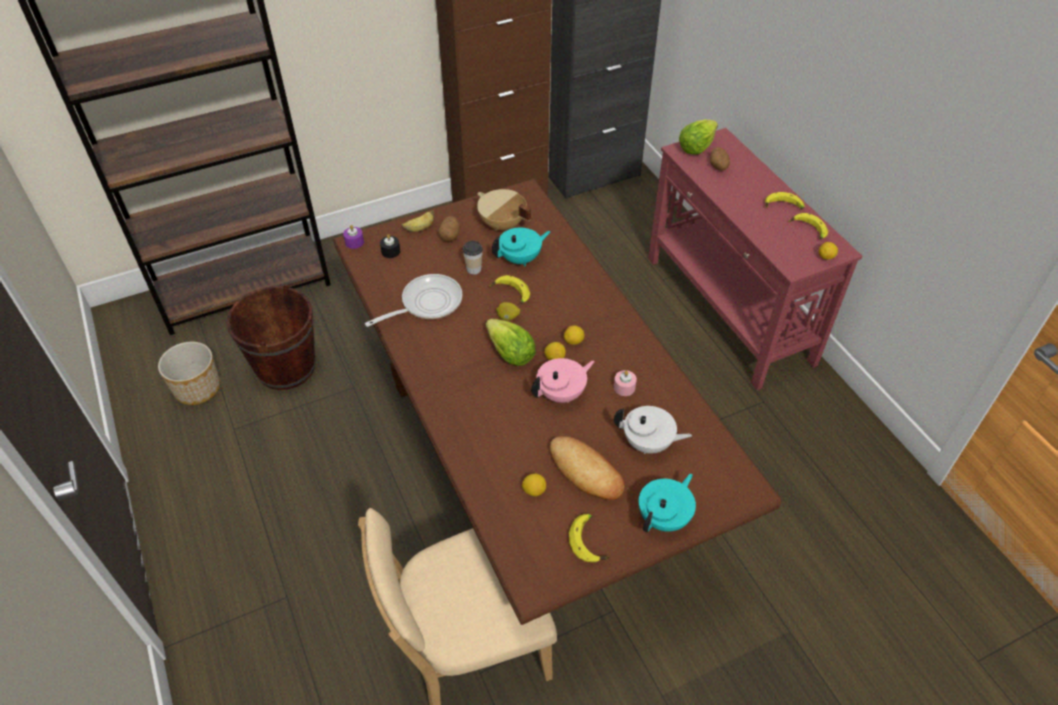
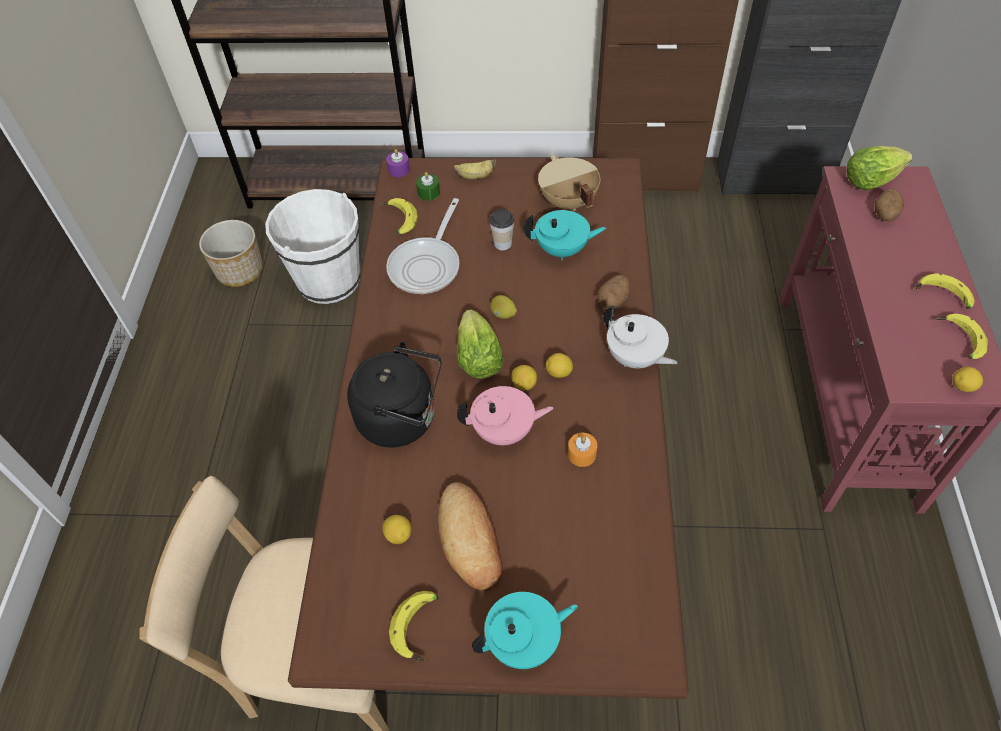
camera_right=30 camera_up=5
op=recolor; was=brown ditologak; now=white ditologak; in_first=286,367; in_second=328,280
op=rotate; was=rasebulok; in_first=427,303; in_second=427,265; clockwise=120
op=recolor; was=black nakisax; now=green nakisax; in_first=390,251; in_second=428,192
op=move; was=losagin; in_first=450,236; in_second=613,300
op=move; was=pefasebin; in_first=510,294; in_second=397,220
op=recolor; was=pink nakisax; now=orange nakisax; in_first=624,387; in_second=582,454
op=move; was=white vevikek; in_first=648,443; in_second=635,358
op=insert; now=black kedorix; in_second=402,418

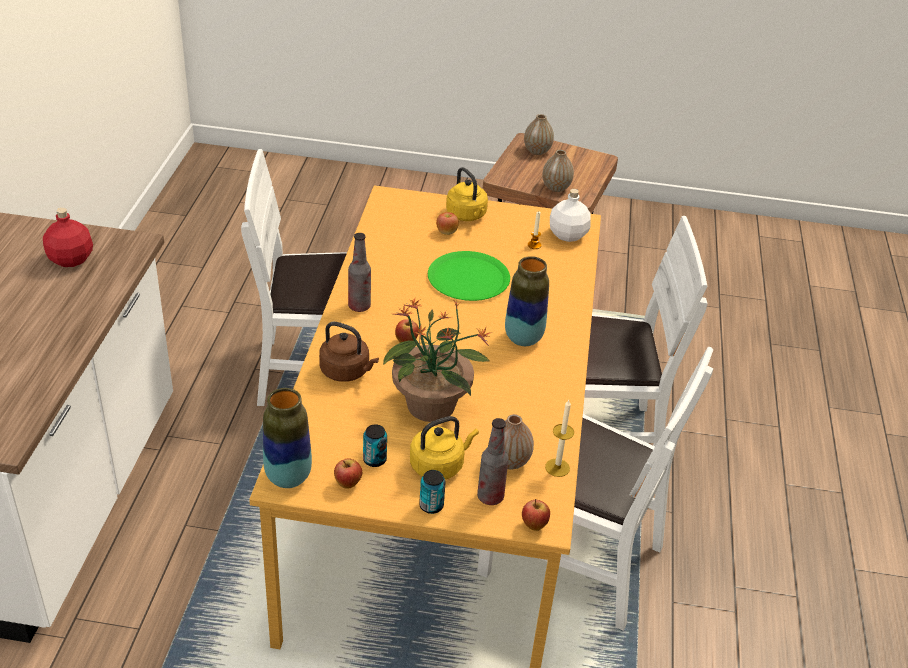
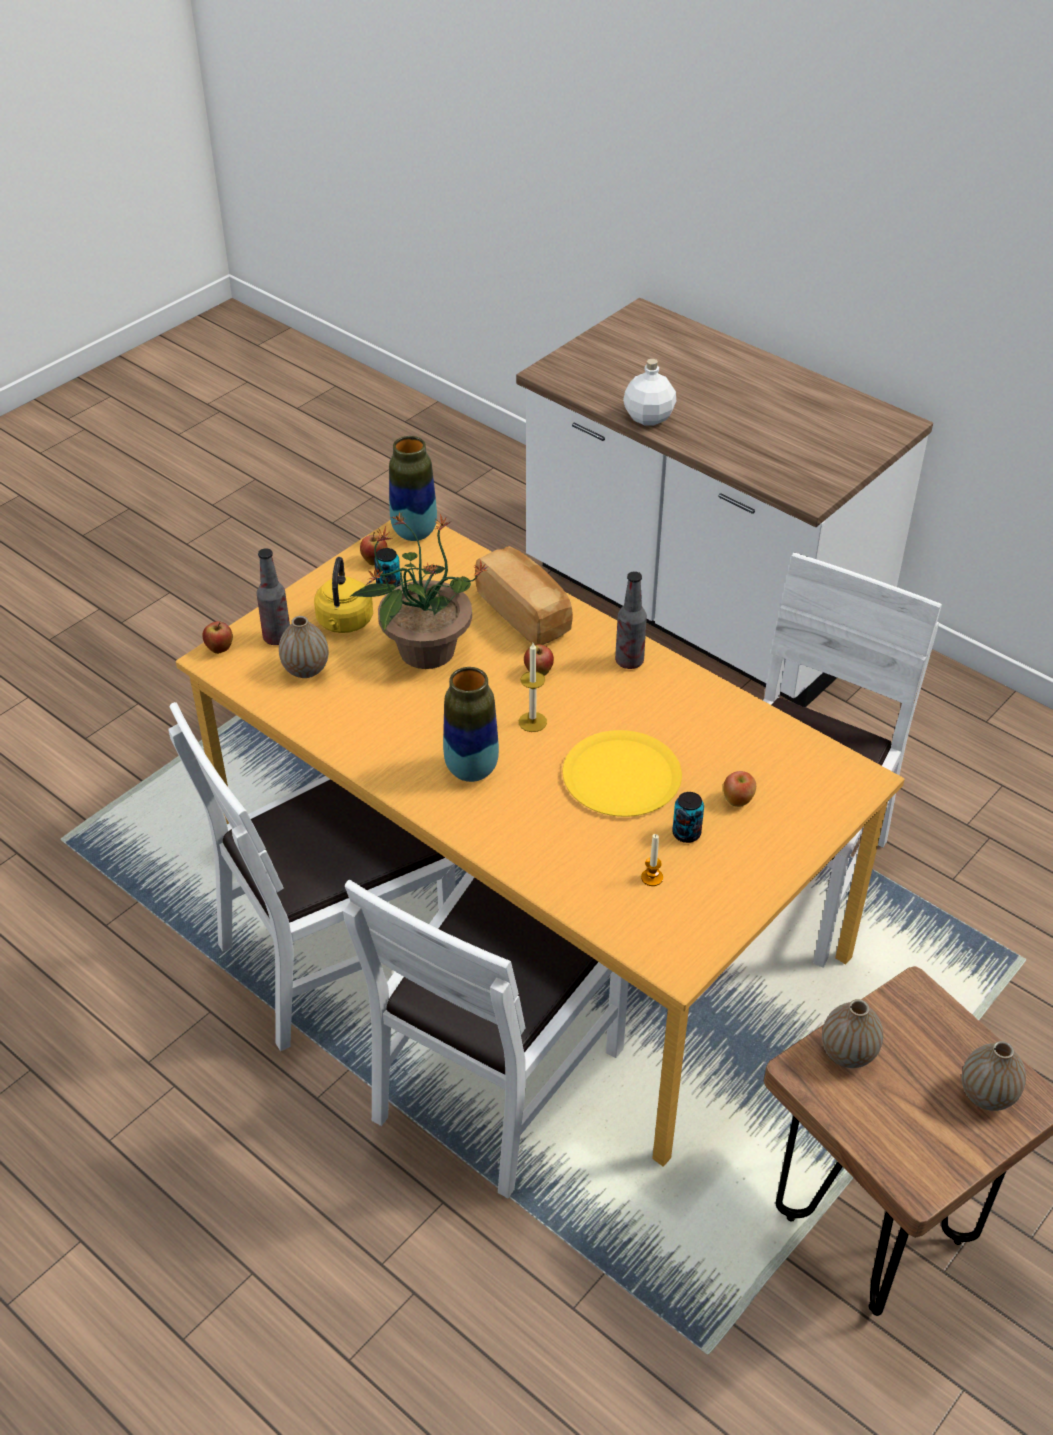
camera_right=125 camera_up=5
op=delete; was=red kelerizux; in_first=71,259
op=replace; was=brown kedorix; now=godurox; in_first=347,372; in_second=525,613
op=move; was=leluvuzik; in_first=431,506; in_second=686,833
op=recolor; was=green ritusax; now=yellow ritusax; in_first=468,278; in_second=621,776
op=delete; was=yellow kedorix; in_first=467,215
op=move; was=nakisax; in_first=557,467; in_second=532,722
op=move; was=white kelerizux; in_first=567,235; in_second=649,417

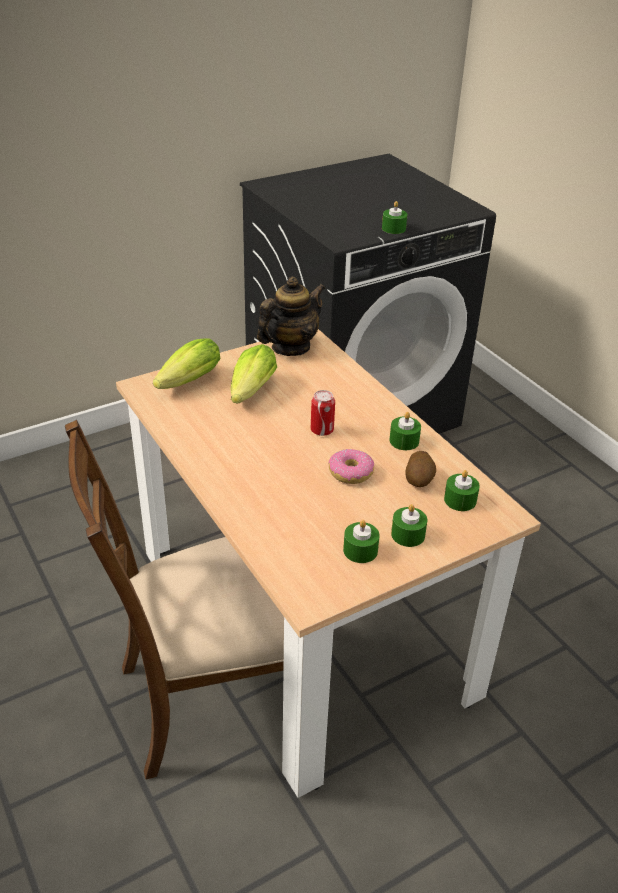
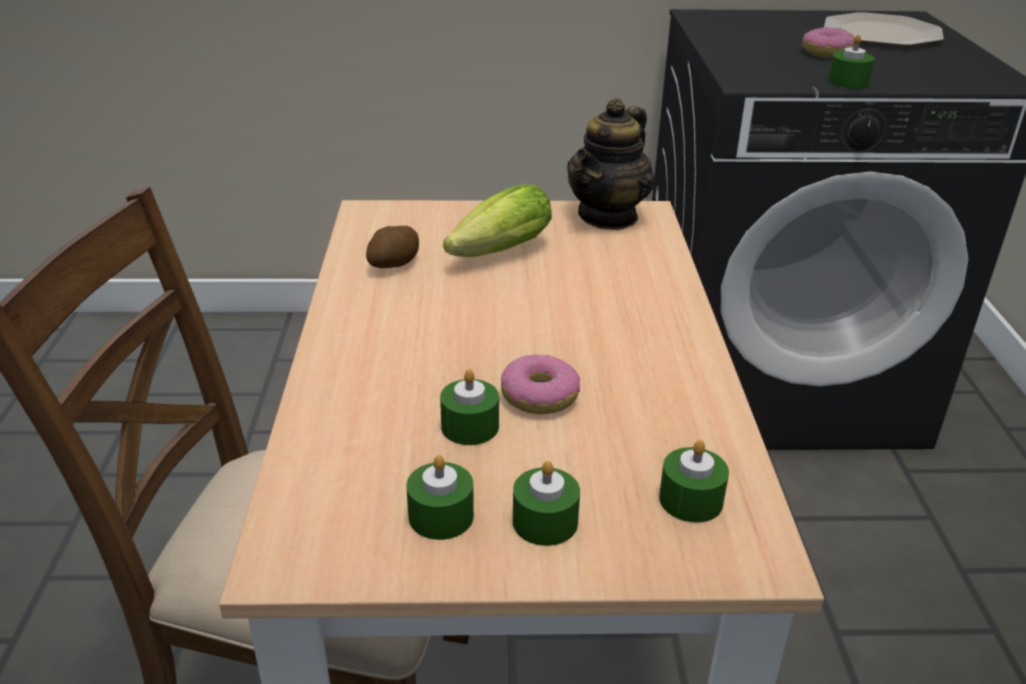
camera_right=30 camera_up=-5
op=delete; was=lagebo; in_first=186,383
op=rotate; was=vevikek; in_first=290,347; in_second=608,216; clockwise=135
op=delete; was=leluvuzik; in_first=322,430
op=move; was=green nakisax; in_first=404,441; in_second=470,426
op=move; was=losagin; in_first=419,480; in_second=393,265
op=insert; now=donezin; in_second=826,52
op=insert; now=ritusax; in_second=880,33

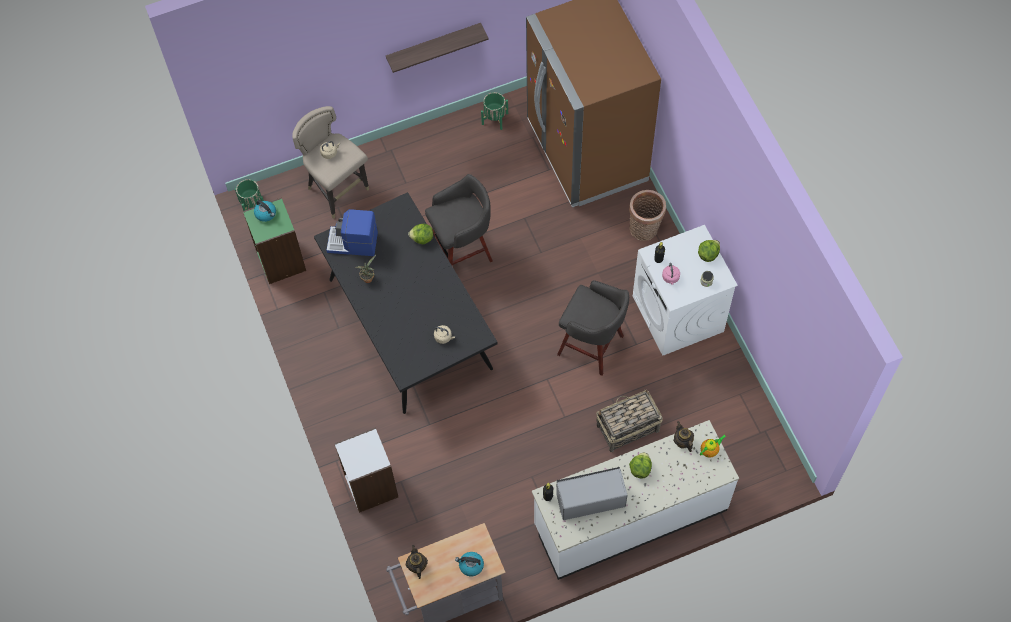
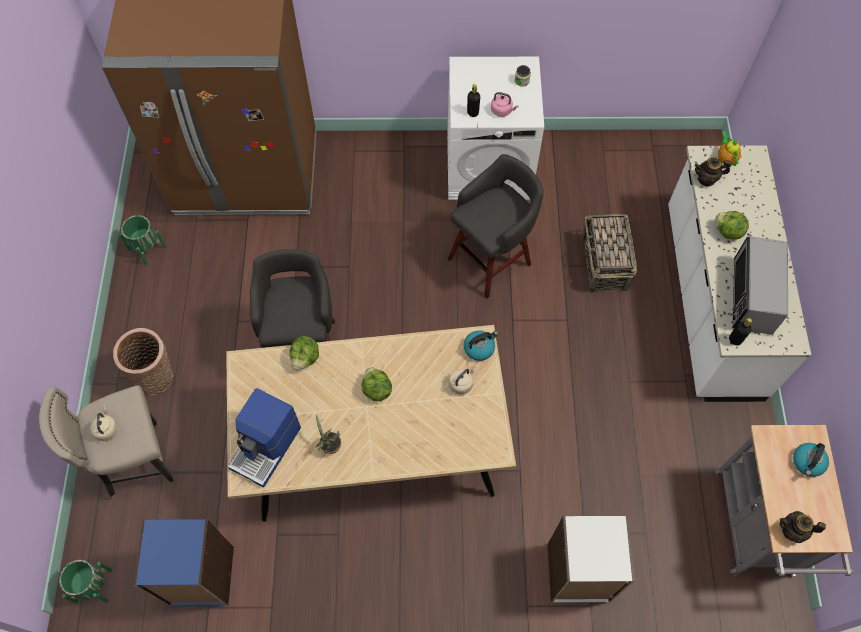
camera_right=-70 camera_up=0
op=recolor; was=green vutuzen; now=blue vutuzen; in_first=280,261; in_second=201,577
op=move; was=kedorix; in_first=266,214; in_second=479,348
op=recolor; was=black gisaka; now=beige gisaka; in_first=409,323; in_second=372,444
op=delete; was=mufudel; in_first=434,46
op=move; was=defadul; in_first=644,230; in_second=157,377
op=move; was=lagebo; in_first=708,254; in_second=376,390

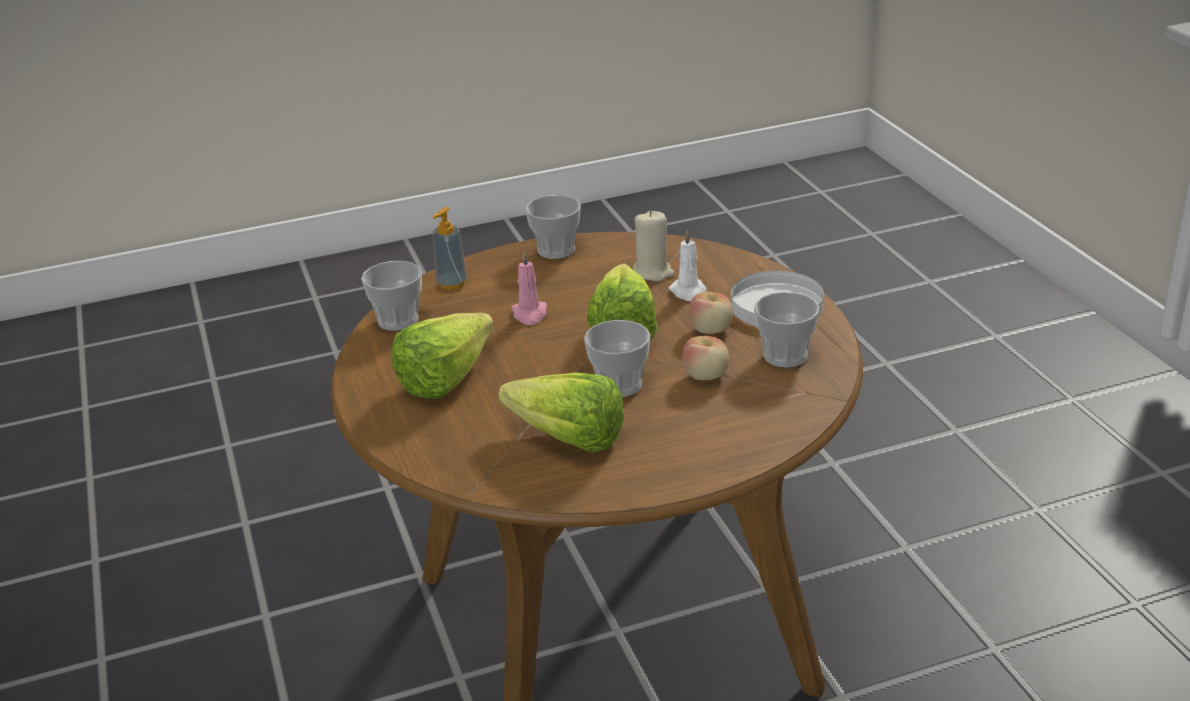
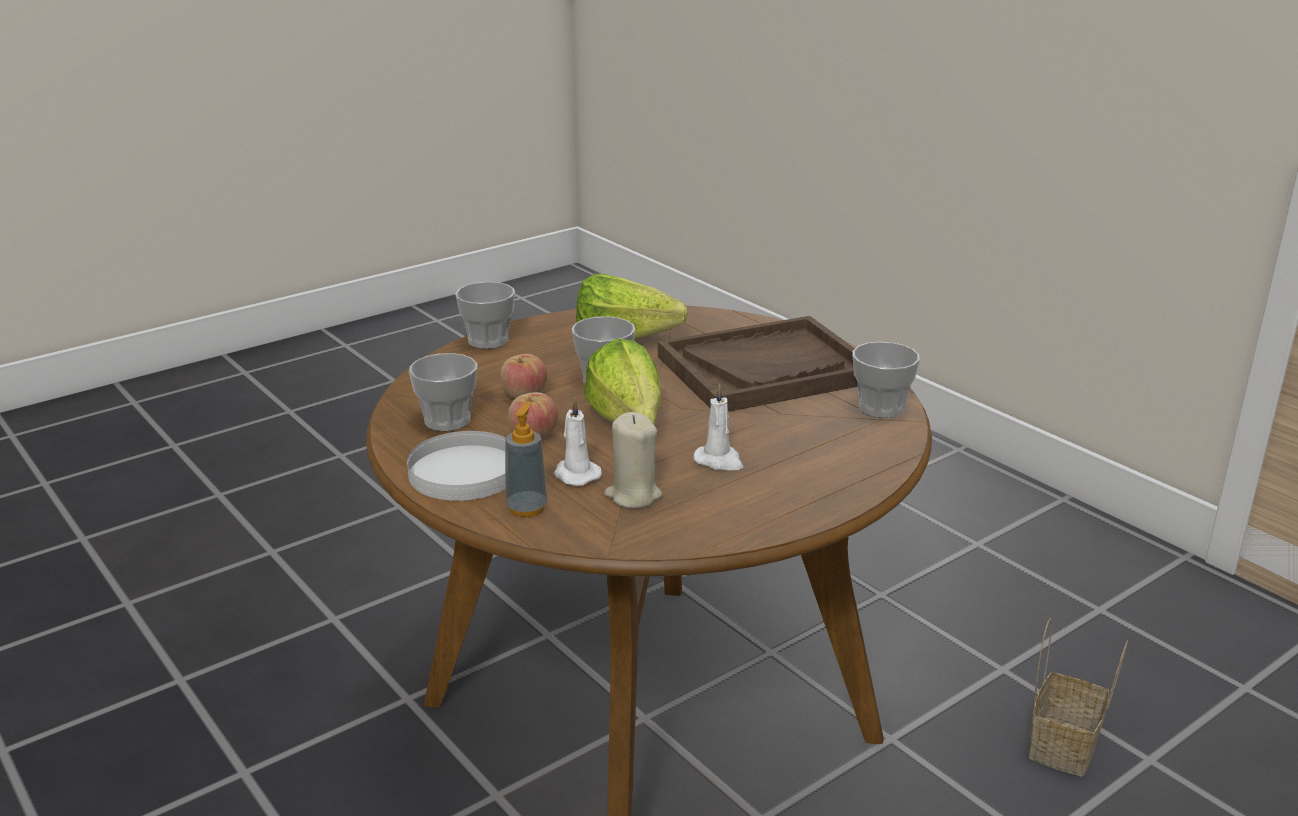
camera_right=160 camera_up=-5
op=replace; was=lagebo; now=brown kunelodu; in_first=454,377; in_second=766,369
op=move; was=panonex; in_first=452,283; in_second=527,508
op=delete; was=pink nakisax; in_first=530,314
op=move; was=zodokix; in_first=556,250; in_second=488,341
op=insert; now=white nakisax; in_second=719,461
op=insert; now=defadul; in_second=1064,748

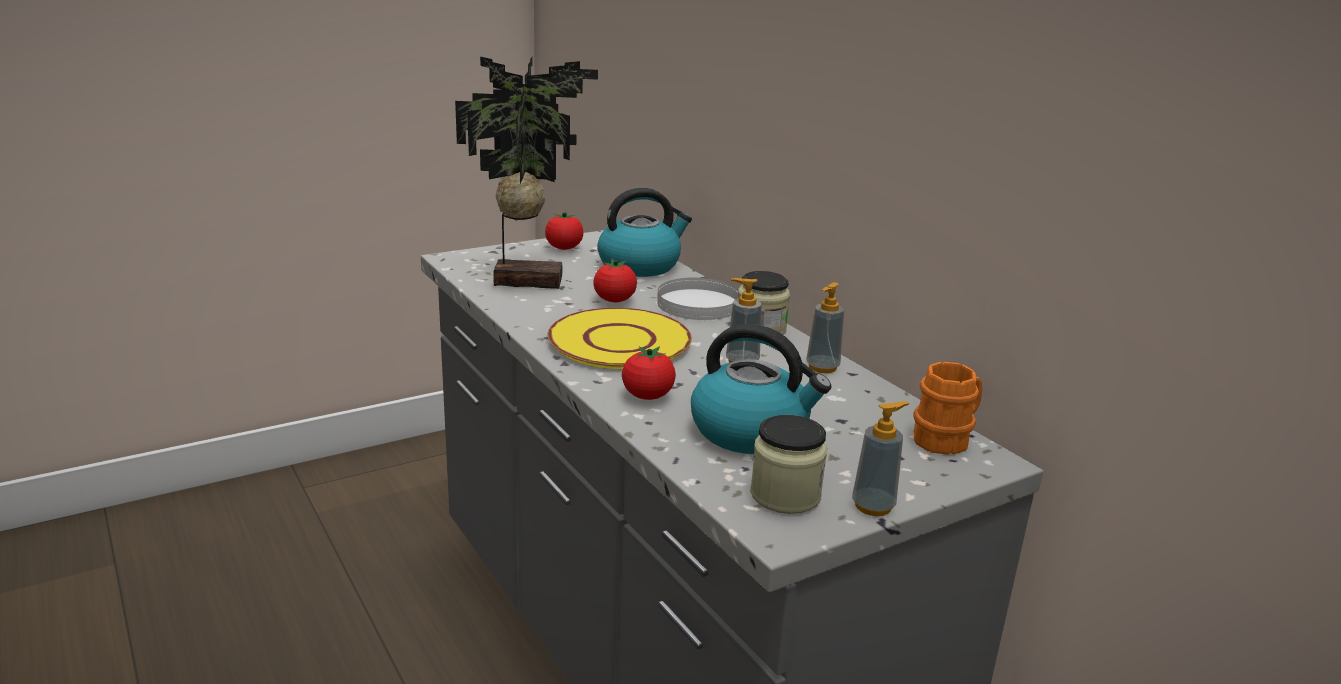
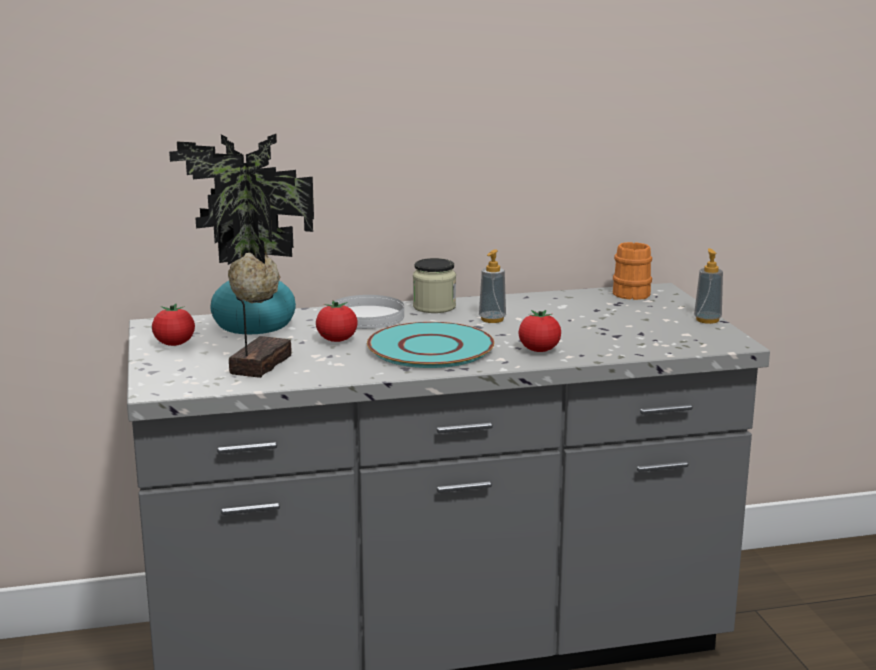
camera_right=-70 camera_up=-5
op=recolor; was=yellow ritusax; now=turquoise ritusax; in_first=620,341; in_second=430,347
op=delete; was=kedorix; in_first=751,431
op=delete; was=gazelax; in_first=785,495
op=delete; was=panonex; in_first=822,367

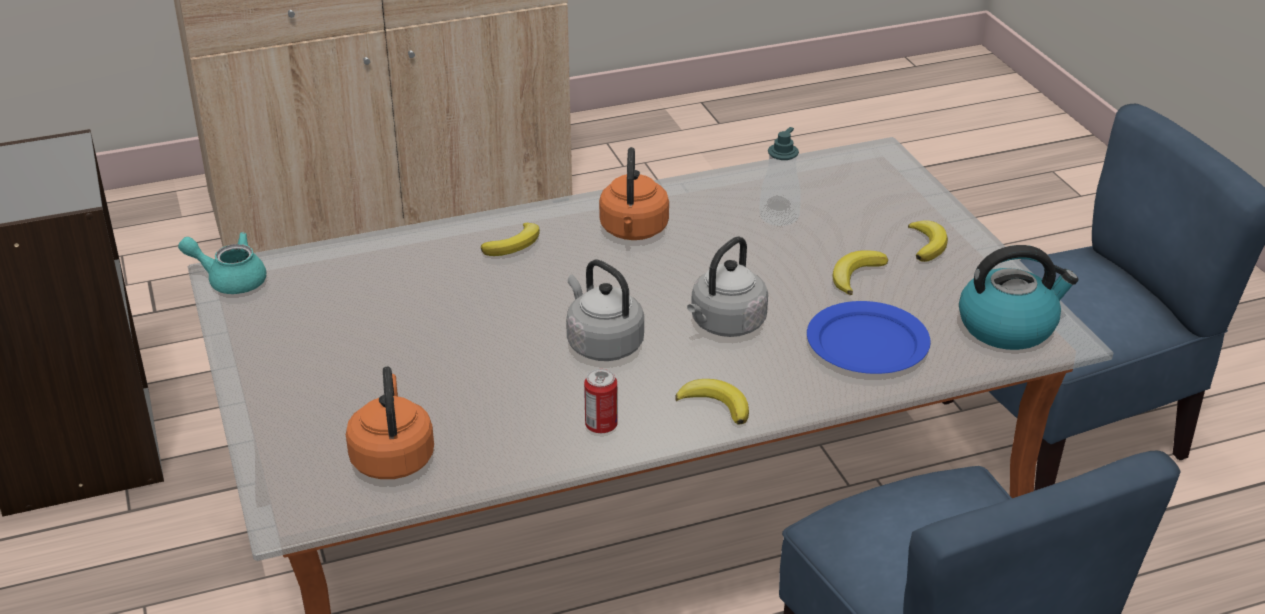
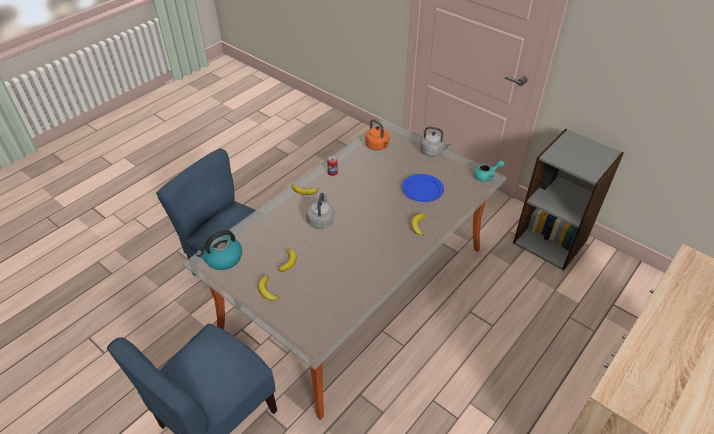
camera_right=150 camera_up=10
op=move; was=grey kedorix; in_first=602,344; in_second=433,151
op=delete; was=orange kedorix; in_first=633,231
op=delete; was=panonex; in_first=779,217
op=move; was=blue ritusax; in_first=866,343; in_second=423,189

